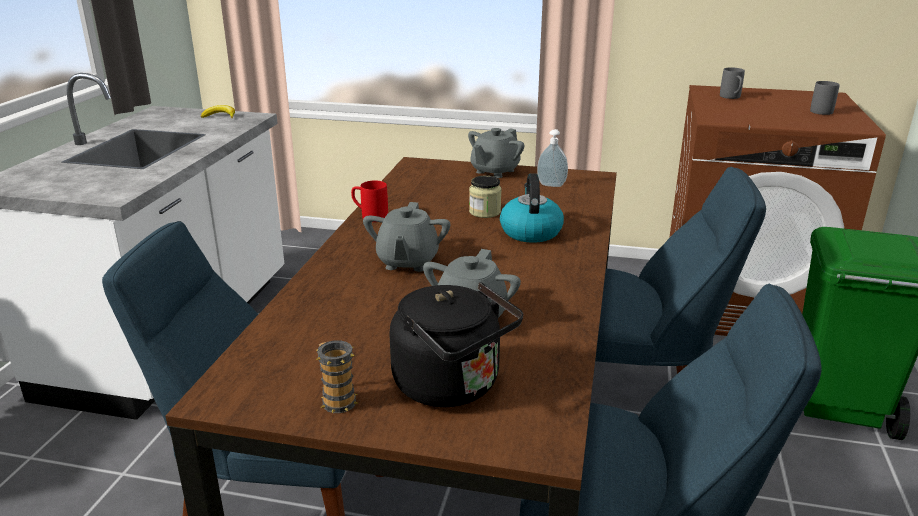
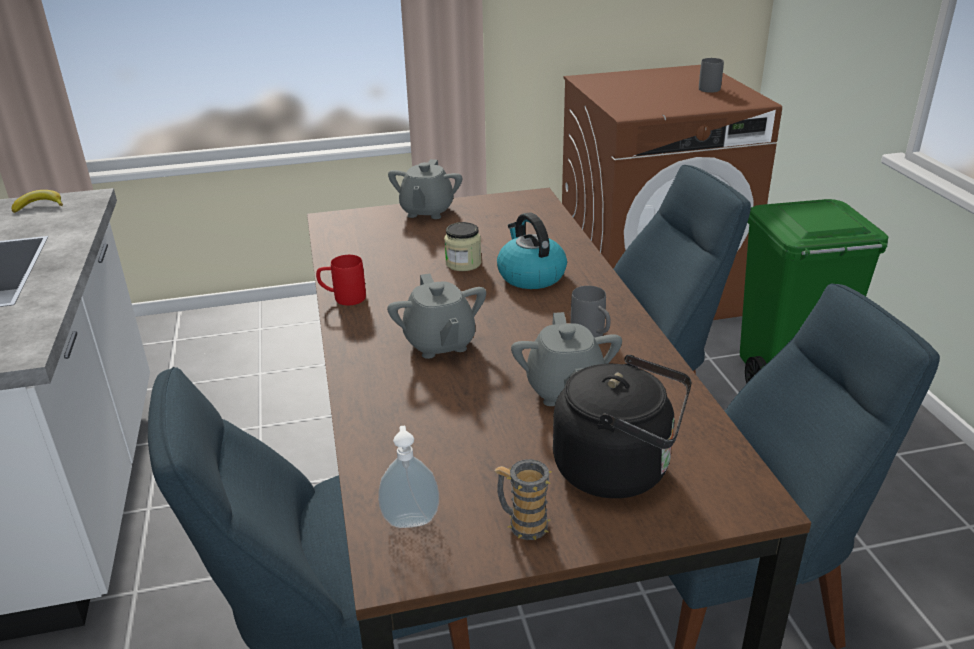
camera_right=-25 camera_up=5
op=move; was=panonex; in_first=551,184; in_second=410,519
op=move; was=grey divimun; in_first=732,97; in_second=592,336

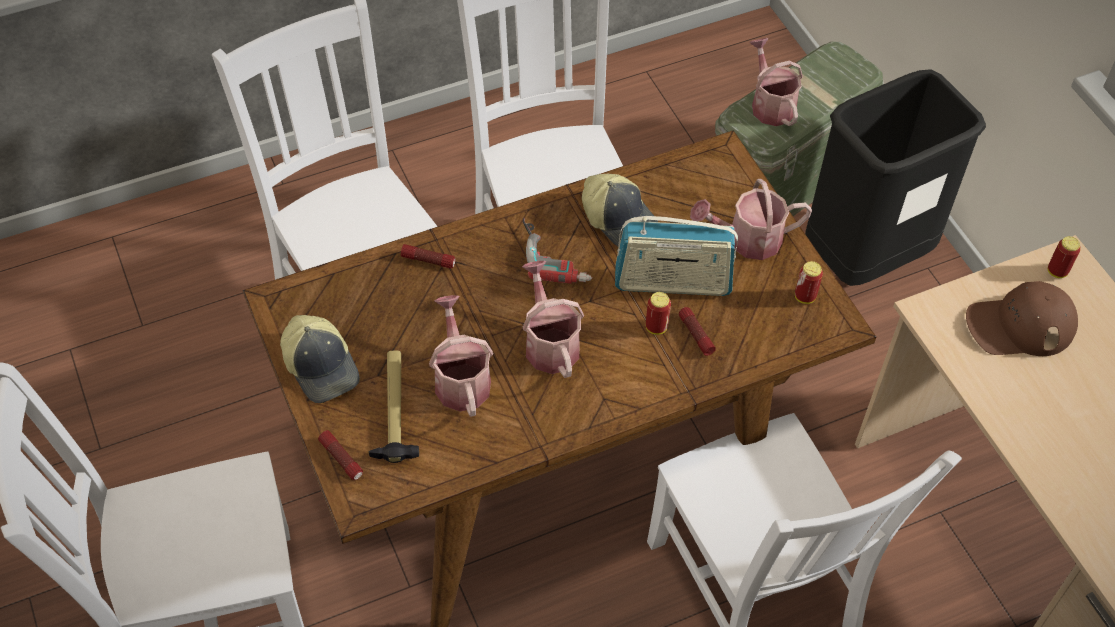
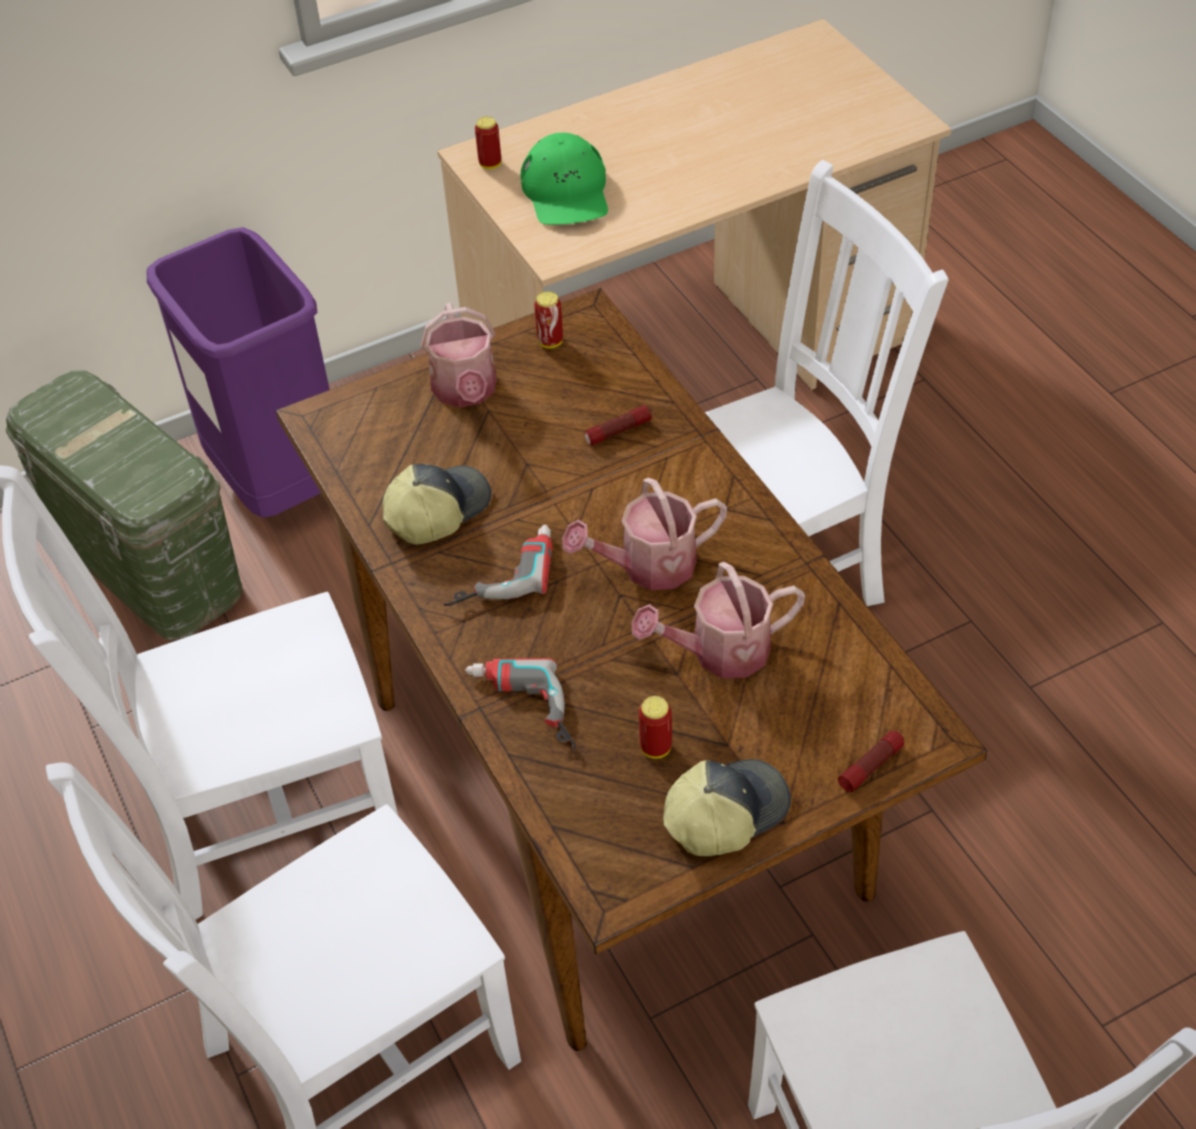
camera_right=-90 camera_up=-5
op=delete; was=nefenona; in_first=394,410
op=replace; was=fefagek; now=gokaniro; in_first=428,260; in_second=520,712
op=delete; was=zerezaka; in_first=672,283
op=move; was=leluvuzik; in_first=656,327; in_second=655,747
op=delete; was=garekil; in_first=770,104
op=recolor; was=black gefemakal; now=purple gefemakal; in_first=865,258; in_second=279,484
op=recolor; was=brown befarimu; now=green befarimu; in_first=1019,326; in_second=566,192

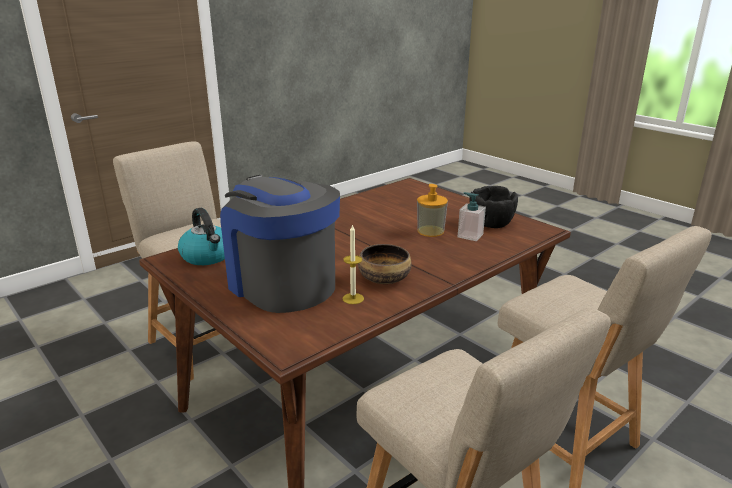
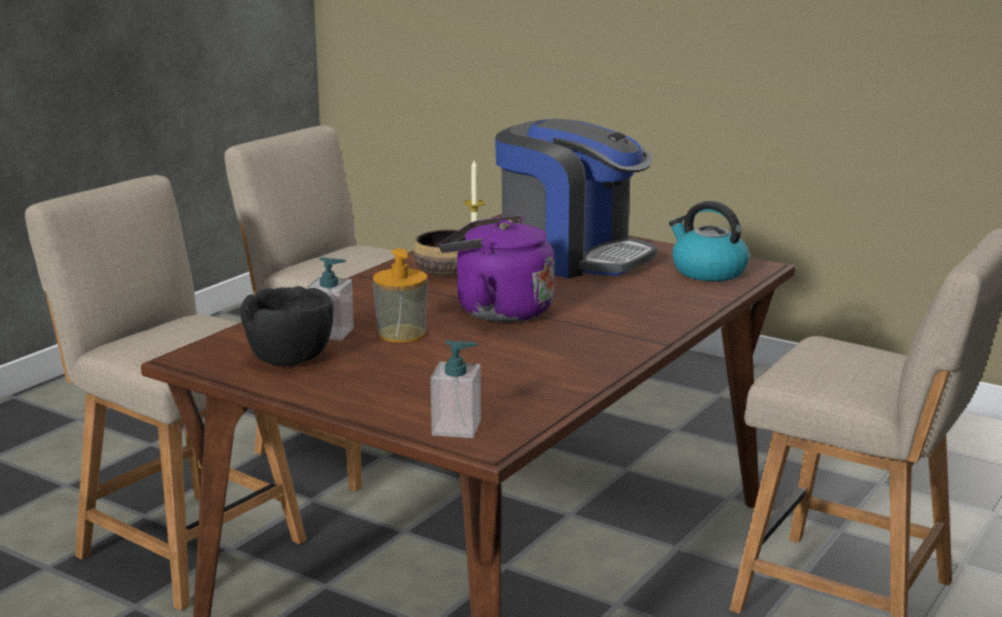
camera_right=165 camera_up=-5
op=insert; now=panonex; in_second=456,428
op=insert; now=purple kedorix; in_second=497,311

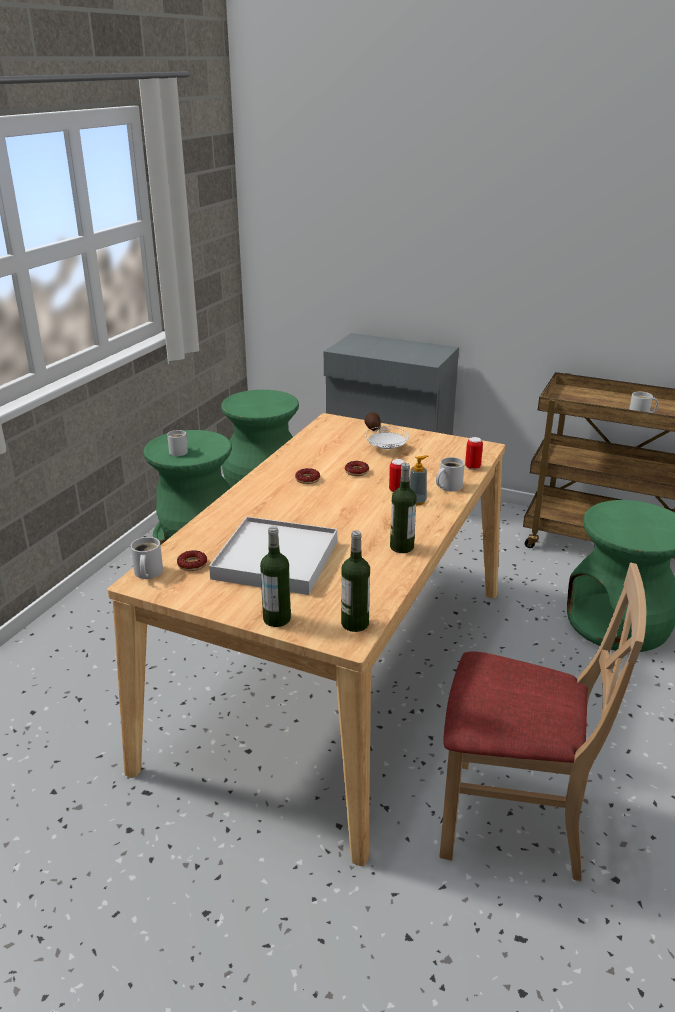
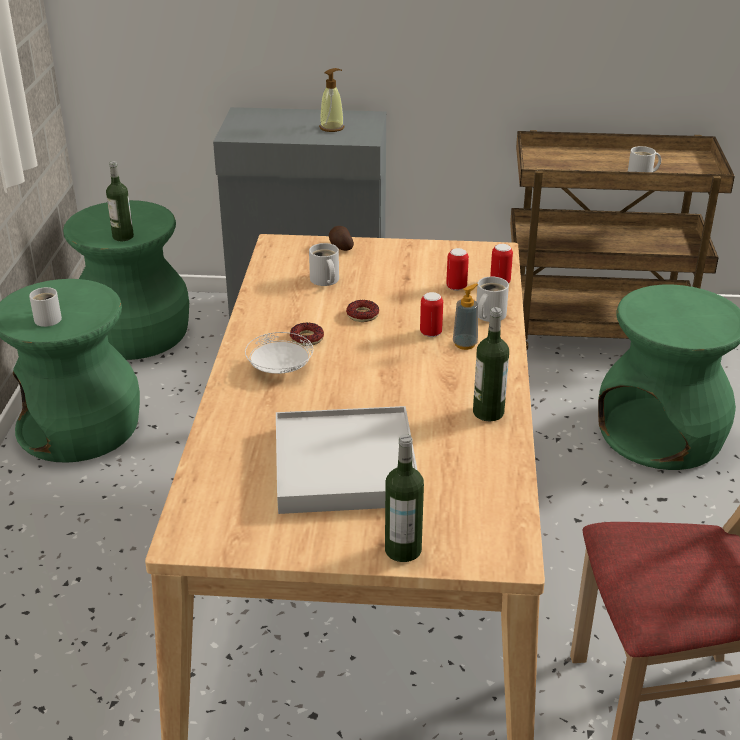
camera_right=-20 camera_up=5
op=move; was=white divimun; in_first=147,573; in_second=324,280
op=delete; was=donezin; in_first=192,564
op=move; was=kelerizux; in_first=355,623; in_second=123,236
op=move; was=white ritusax; in_first=386,448; in_second=280,369
op=insert; now=panonex; in_second=332,127
op=insert; now=leluvuzik; in_second=456,287

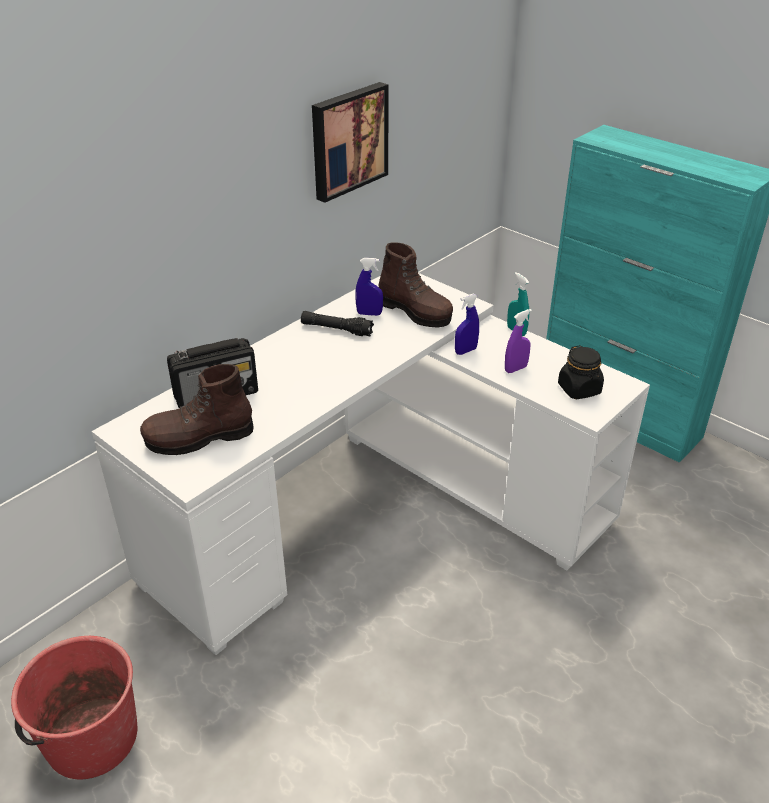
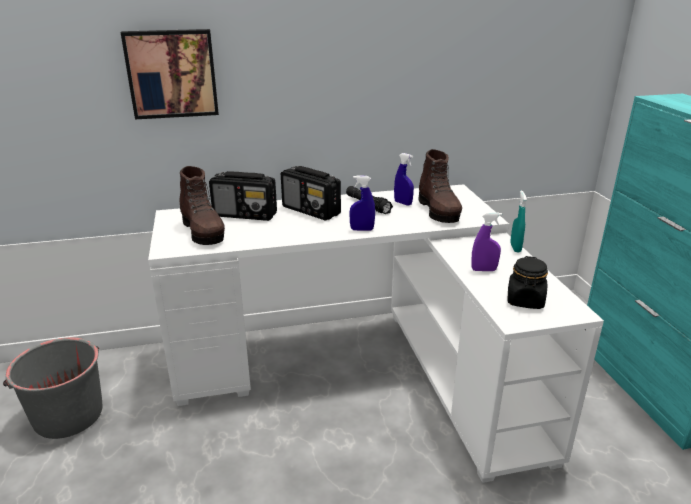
camera_right=35 camera_up=-10
op=recolor; was=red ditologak; now=grey ditologak; in_first=91,738; in_second=68,415
op=rotate; was=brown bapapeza; in_first=199,438; in_second=203,232; clockwise=-135
op=move; was=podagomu; in_first=348,140; in_second=172,73
op=move; was=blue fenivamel; in_first=465,351; in_second=362,229
op=insert; now=zerezaka; in_second=311,211

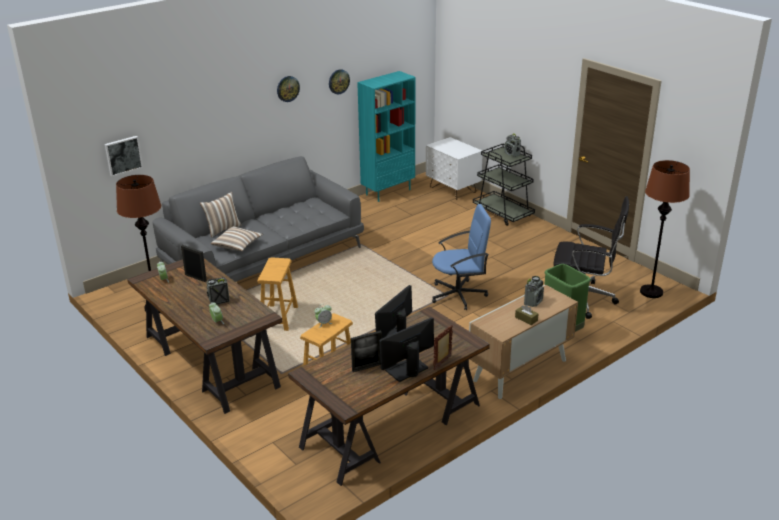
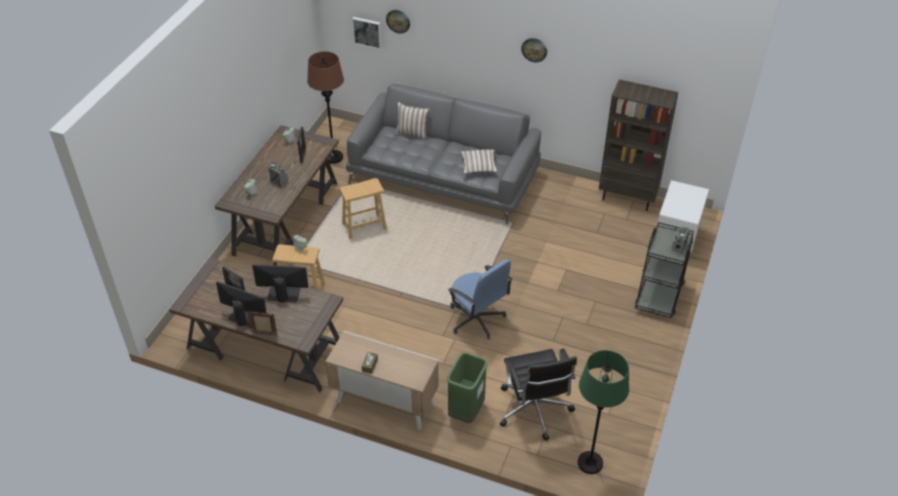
camera_right=60 camera_up=15
op=move; was=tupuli; in_first=238,246; in_second=479,167
op=move; was=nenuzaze; in_first=338,81; in_second=398,21
op=recolor; was=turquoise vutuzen; now=brown vutuzen; in_first=388,192; in_second=628,198
op=delete; was=zerezaka; in_first=533,302
op=recolor; was=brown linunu; now=green linunu; in_first=651,292; in_second=590,463

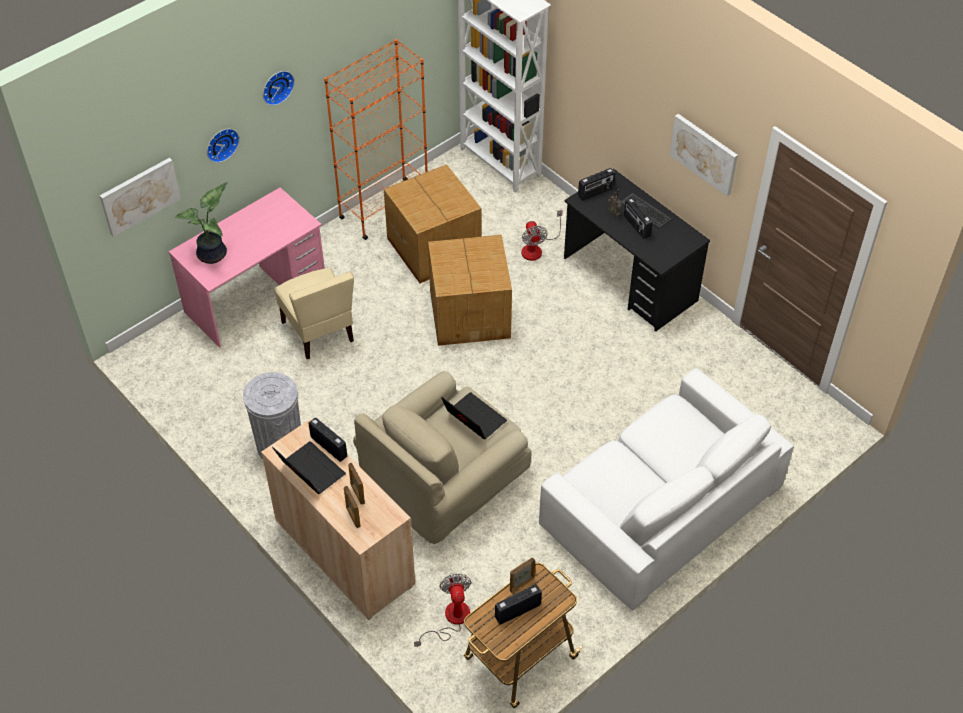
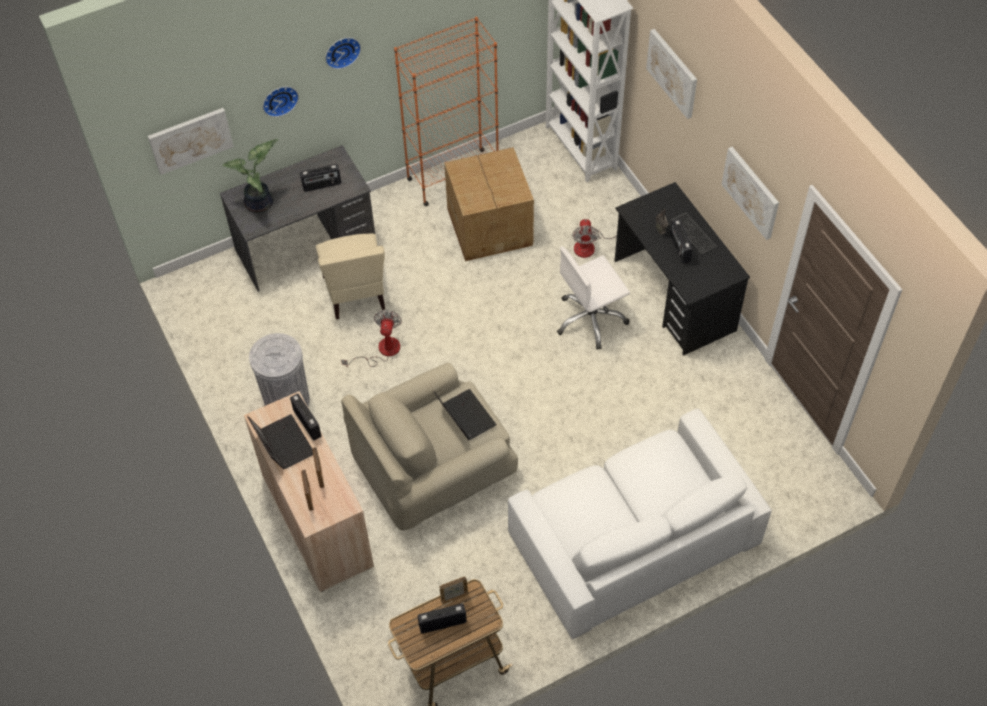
camera_right=15 camera_up=5
op=recolor; was=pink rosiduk; now=grey rosiduk; in_first=256,297; in_second=306,246
op=move; was=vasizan; in_first=450,619; in_second=381,351
op=delete; was=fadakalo; in_first=470,313
op=move; was=zerezaka; in_first=596,192; in_second=322,185
op=insert; now=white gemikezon; in_second=590,319
op=insert; now=podagomu; in_second=673,73

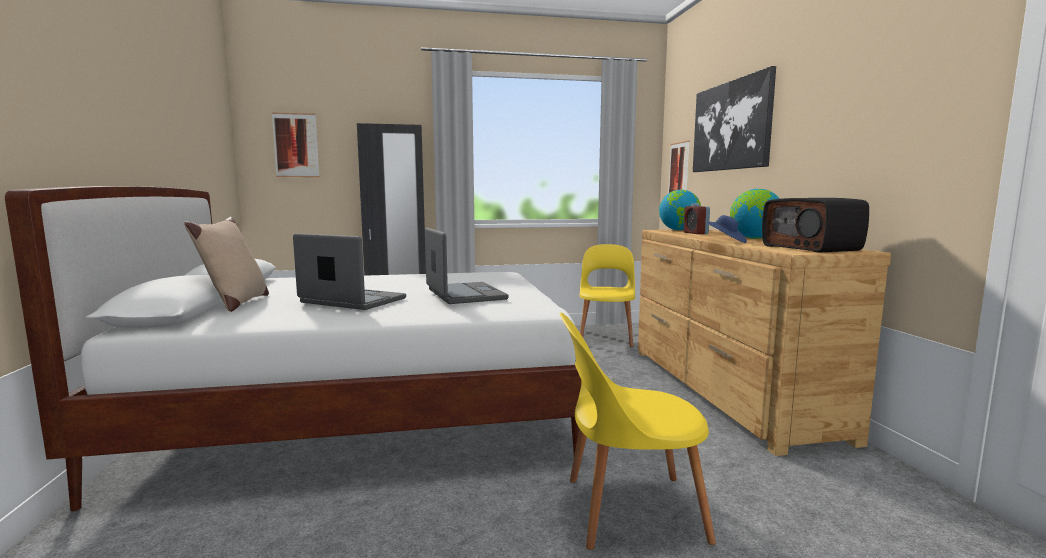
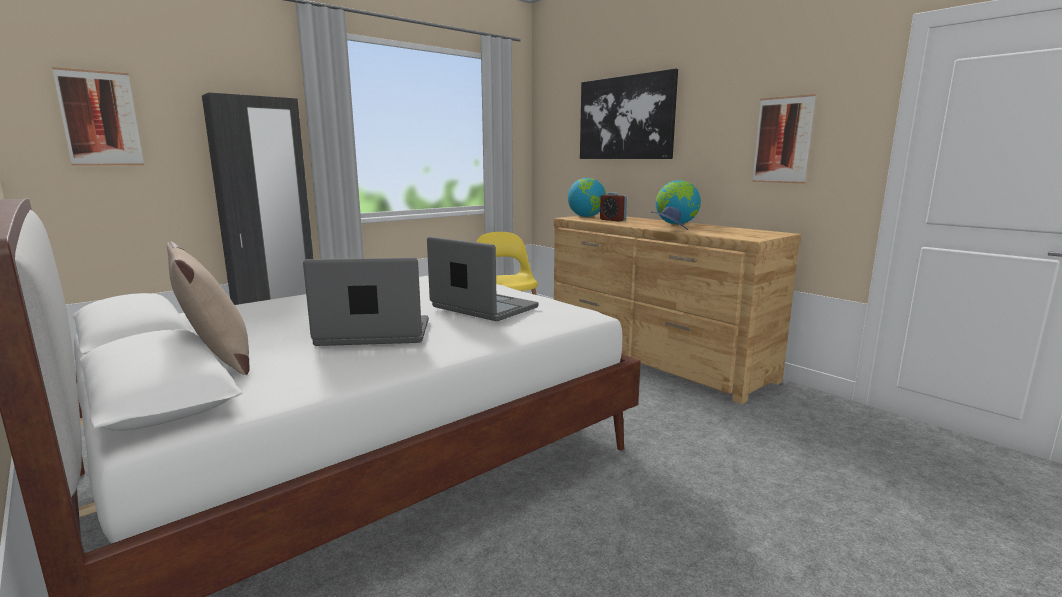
camera_right=-30 camera_up=5
op=delete; was=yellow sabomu; in_first=627,509
op=move; was=podagomu; in_first=679,172; in_second=782,140
op=delete; was=zerezaka; in_first=812,248

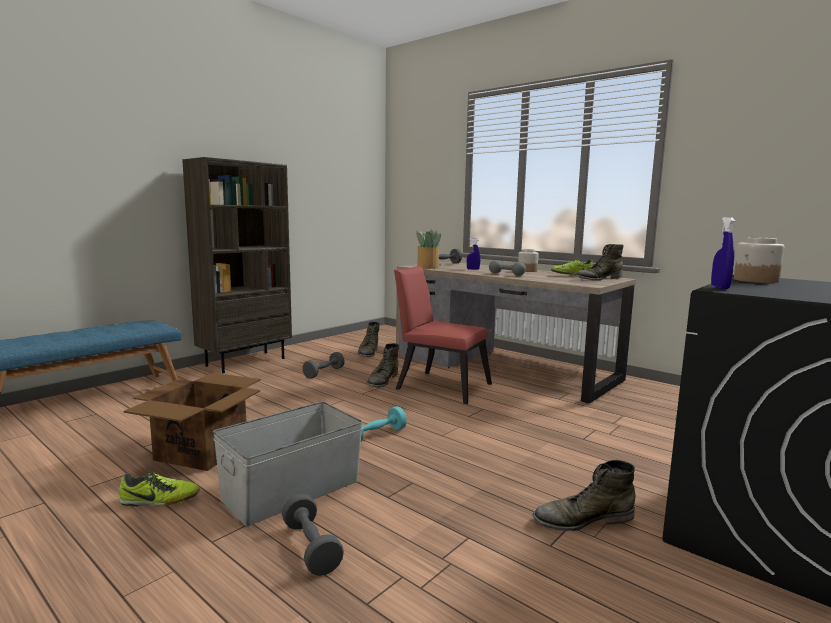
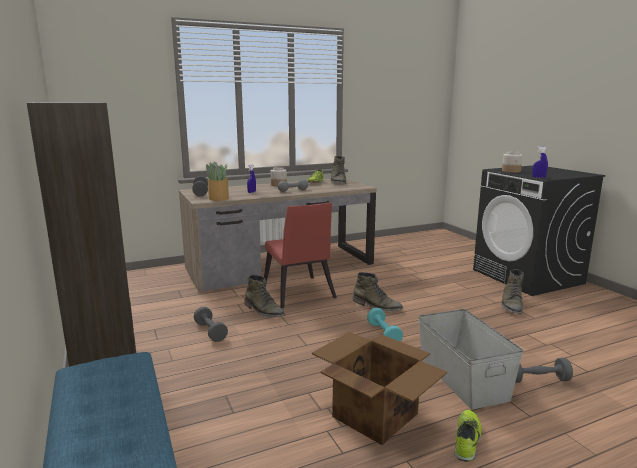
camera_right=-65 camera_up=5
op=move; was=green bapapeza; in_first=368,352; in_second=377,306
op=rotate; was=red sabomu; in_first=439,385; in_second=299,294; clockwise=-75

